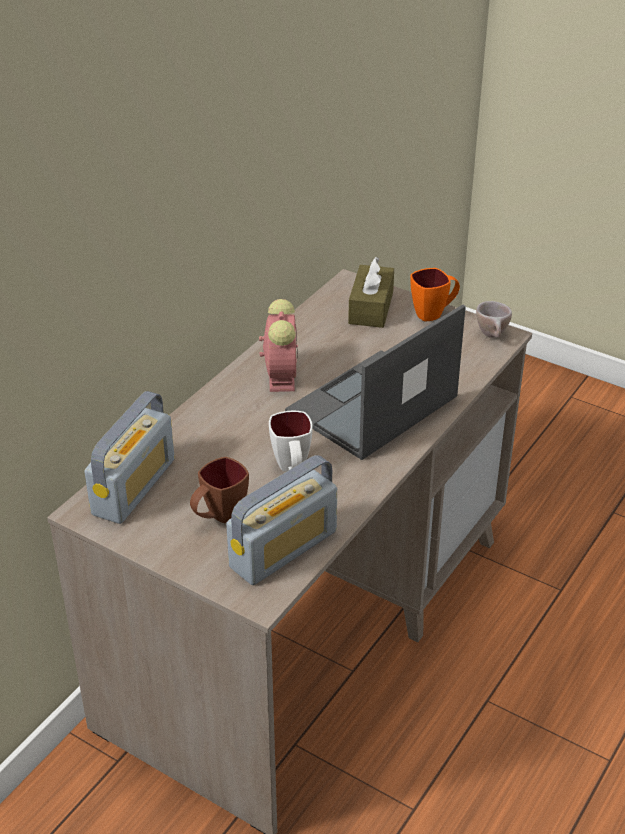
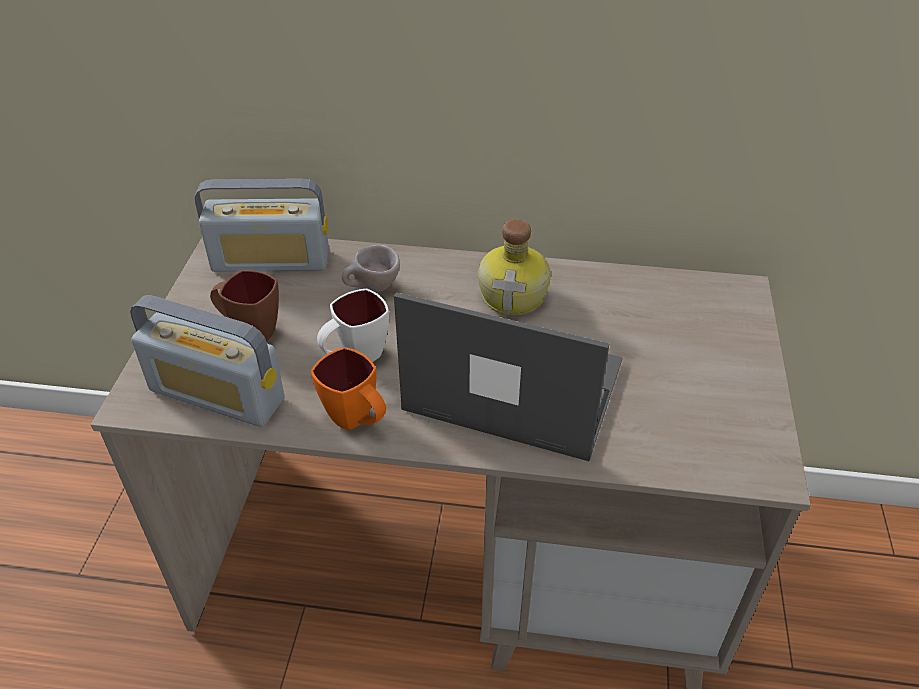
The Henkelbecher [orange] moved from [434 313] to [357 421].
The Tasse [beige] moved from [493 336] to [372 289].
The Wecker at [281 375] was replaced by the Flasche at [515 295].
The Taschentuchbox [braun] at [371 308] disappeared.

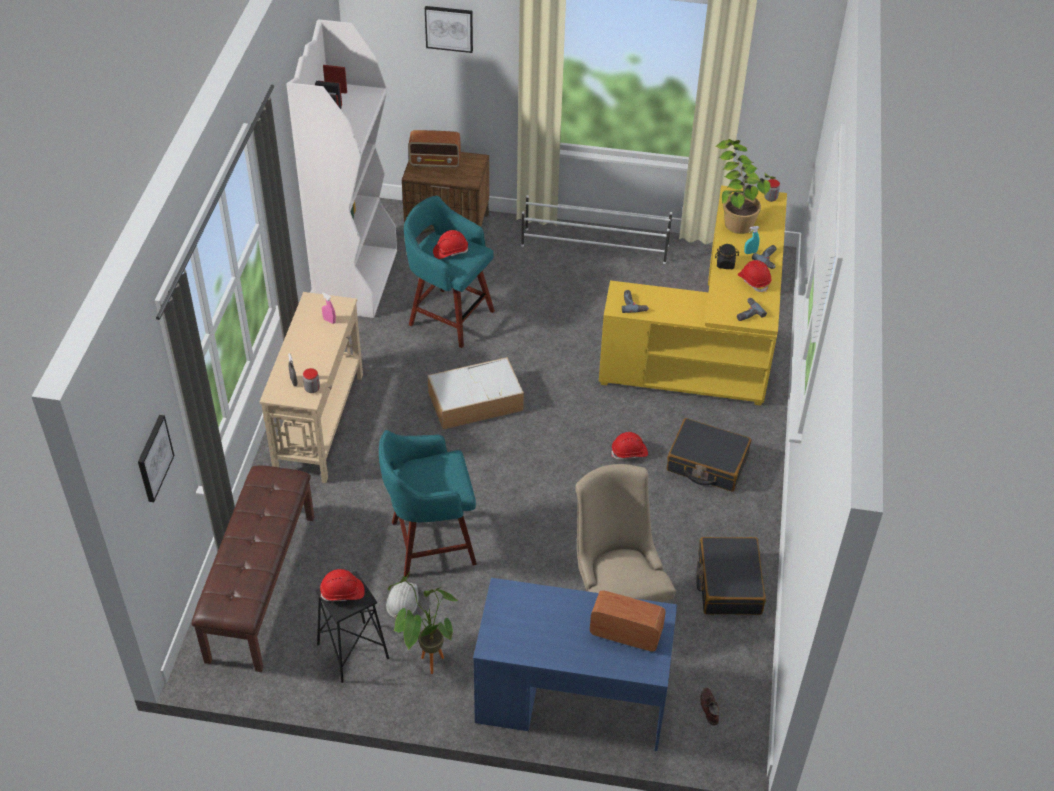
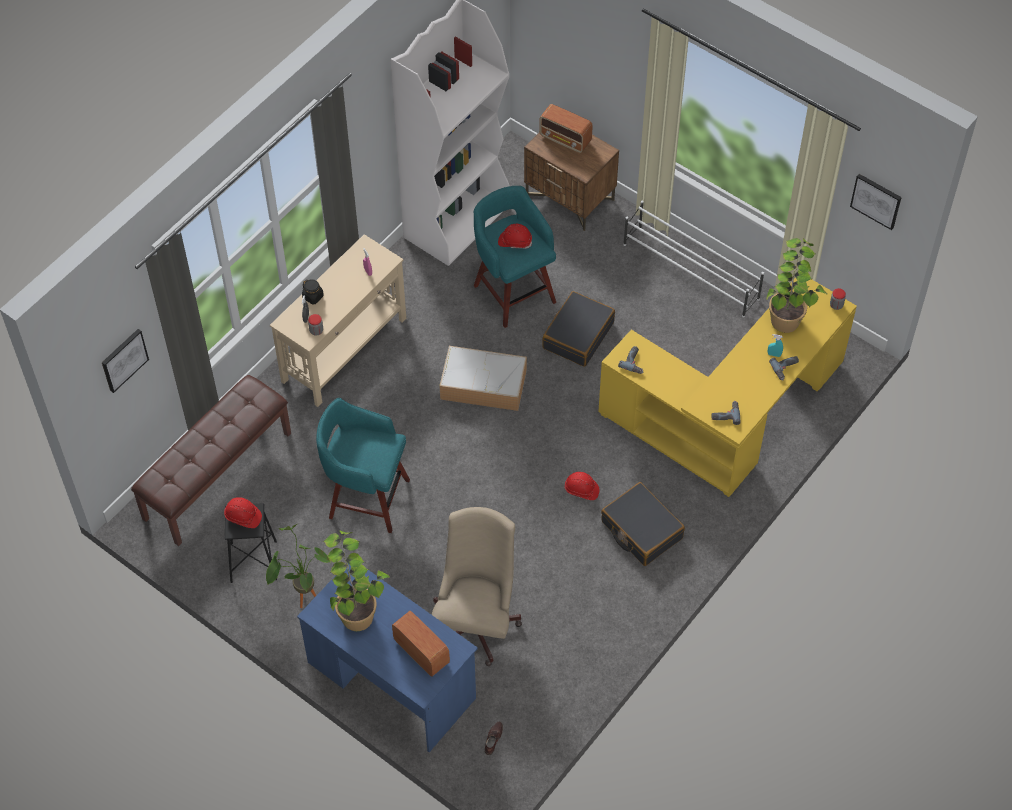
The Vorratsglas [schwarz] moved from [725 264] to [313 297].
The Topfpflanze at [355 602] appeared.
The Koffer [schwarz] moved from [728 583] to [578 335].
The Bild moved from [449 28] to [876 200].
The Schutzhelm [weiß] at [402 601] disappeared.
The Schutzhelm [rot] at [754 281] disappeared.

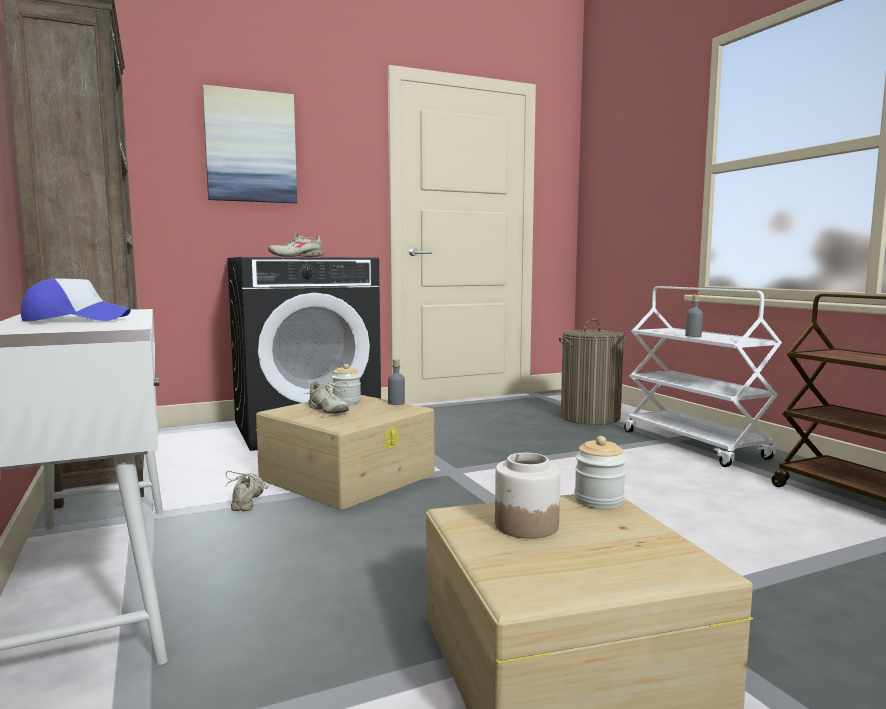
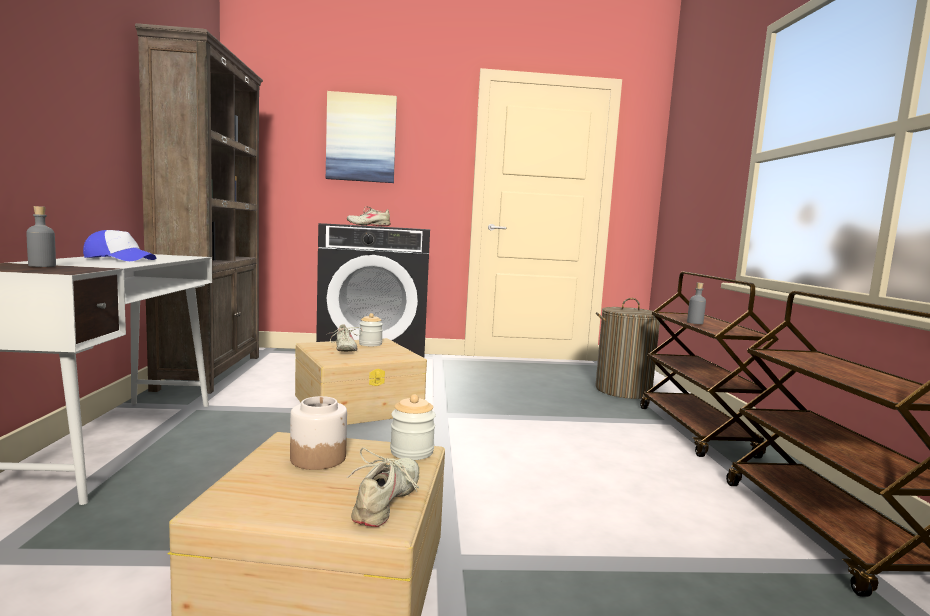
The Flasche [grau] moved from [396 403] to [42 266].
The Schuh [beige] moved from [248 500] to [387 501].
The Rollwagen [weiß] at [695 445] became the Rollwagen [braun] at [695 431].

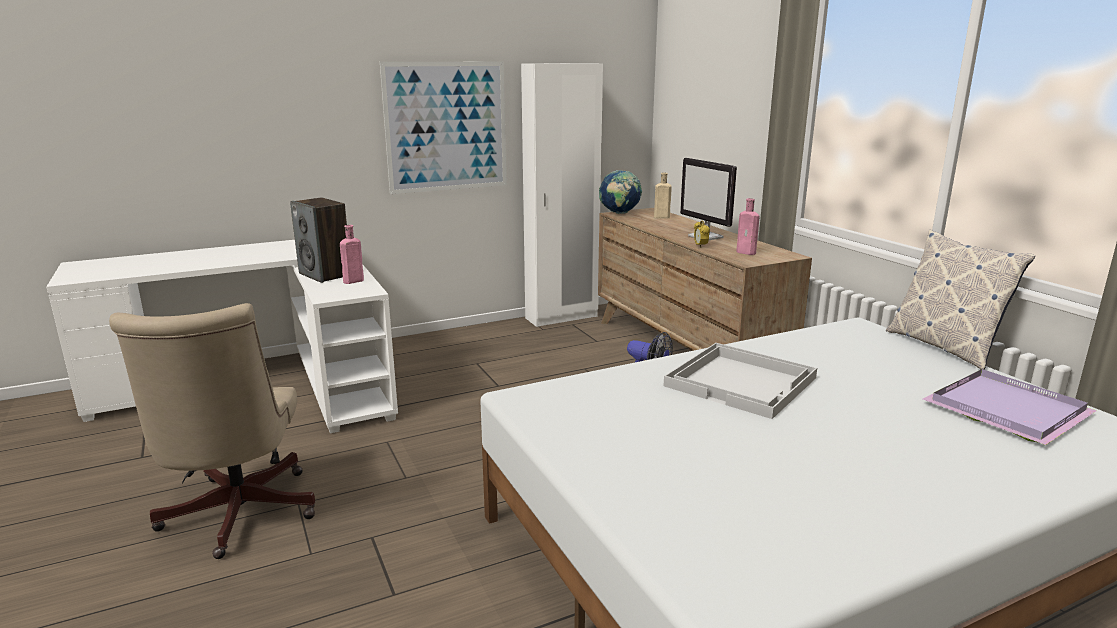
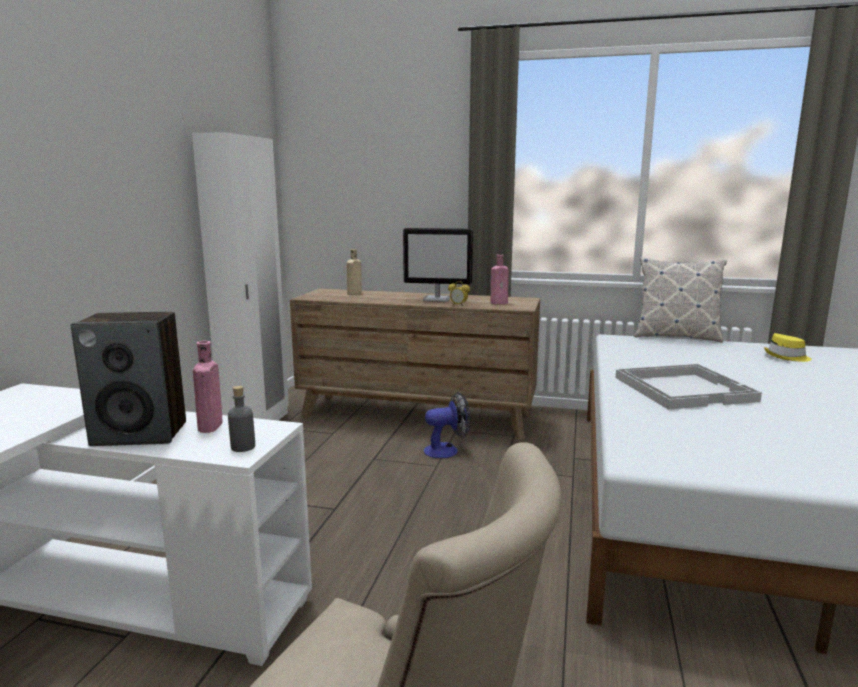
The Flasche [grau] at [243 447] appeared.
The Tablett [lila] at [1008 411] was replaced by the Hut [gelb] at [787 357].
The Bild at [446 127] disappeared.
The Globus at [619 213] disappeared.

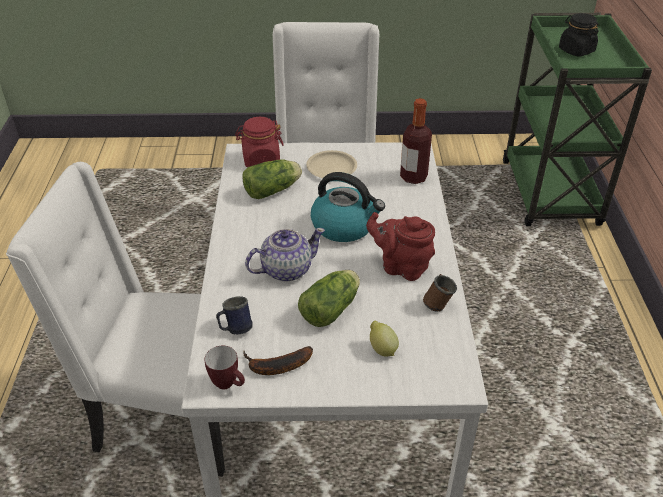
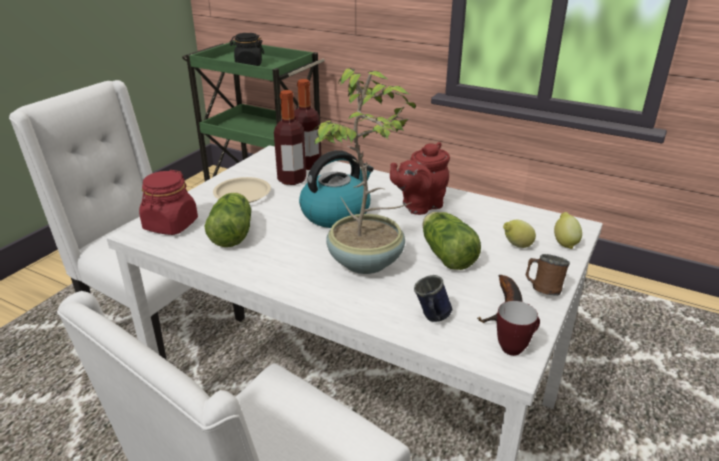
The Flasche at [292 180] appeared.
The Teekanne at [286 270] was replaced by the Topfpflanze at [367 262].
The Henkelbecher [braun] moved from [437 303] to [542 289].
The Zitrone at [564 243] appeared.

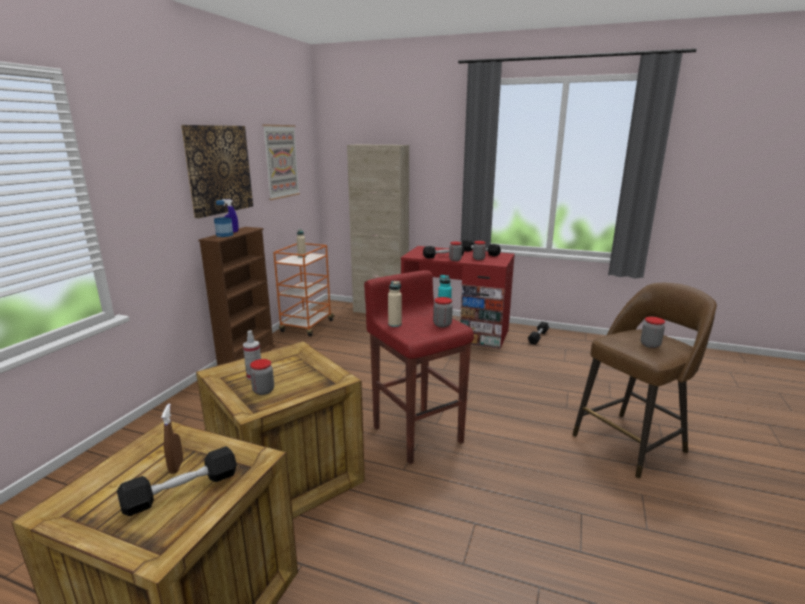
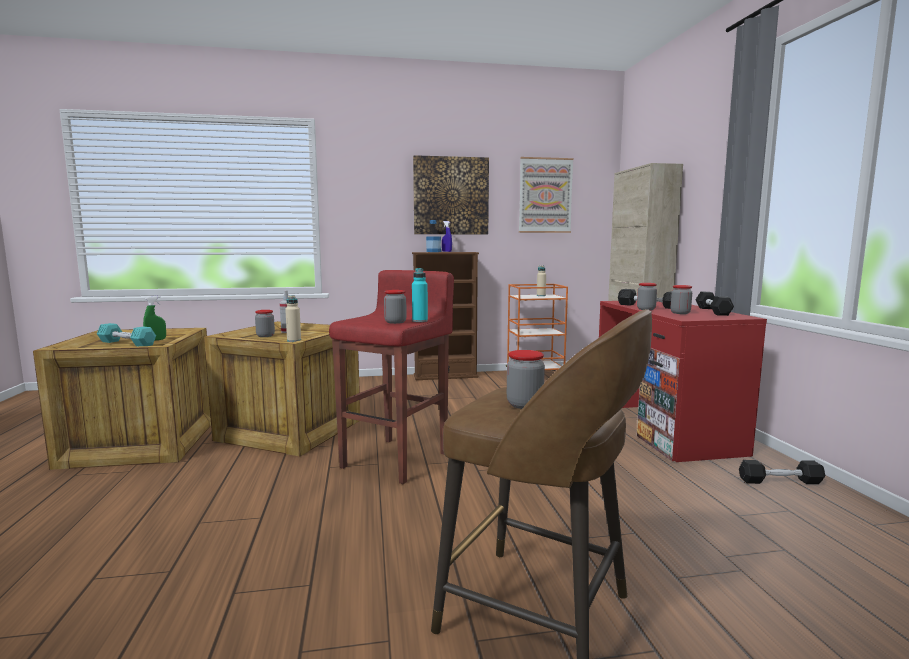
The Hantel [schwarz] at [182 490] became the Hantel [türkis] at [126 343].
The Sprühflasche [braun] at [176 466] became the Sprühflasche [grün] at [156 340].
The Flasche [beige] moved from [394 324] to [294 341].

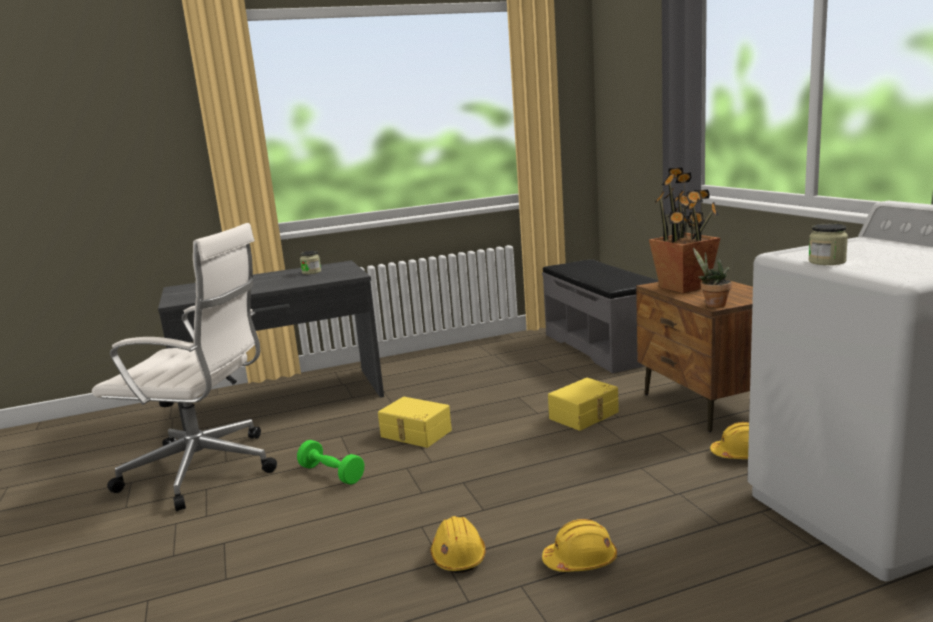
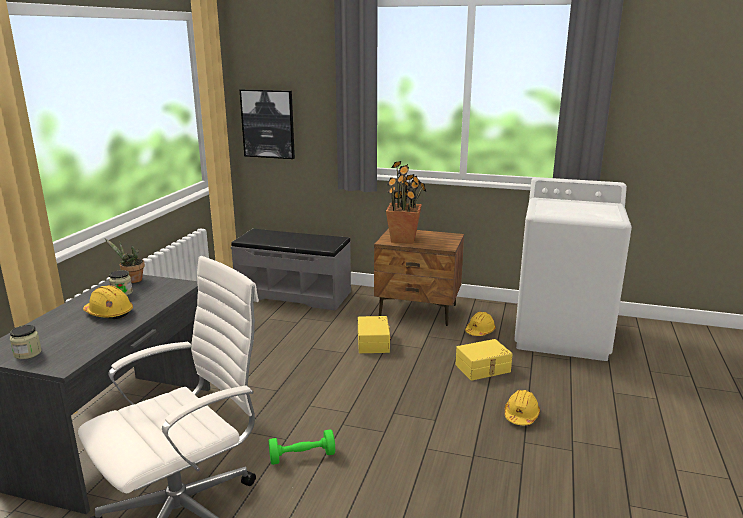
The Vorratsglas moved from [827 262] to [27 353].
The Schutzhelm [gelb] moved from [458 556] to [109 313].
The Topfpflanze moved from [712 305] to [132 280].
The Bild at [268 124] appeared.
The Aufbewahrungsbox [gelb] moved from [415 434] to [483 369].

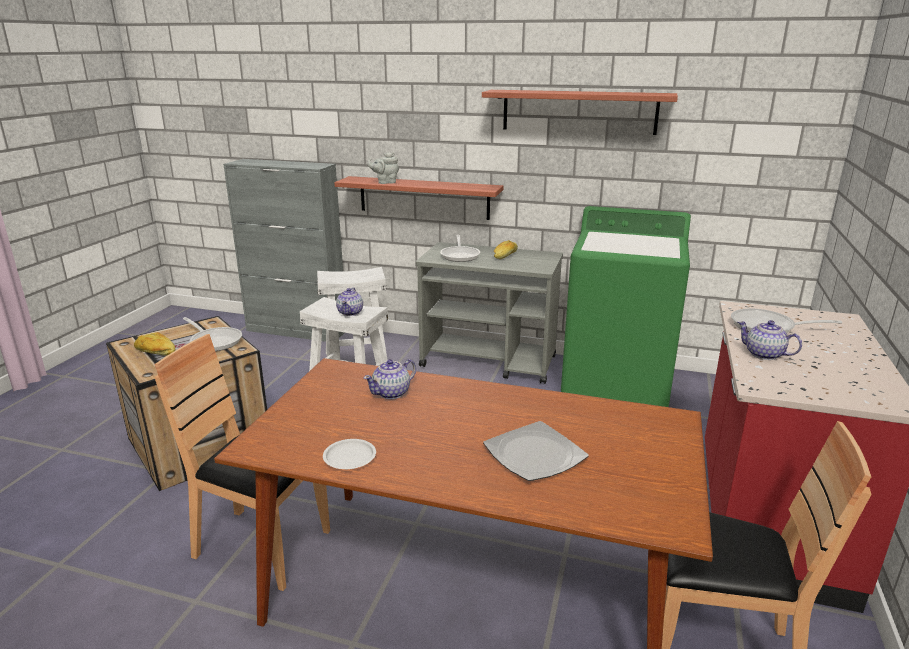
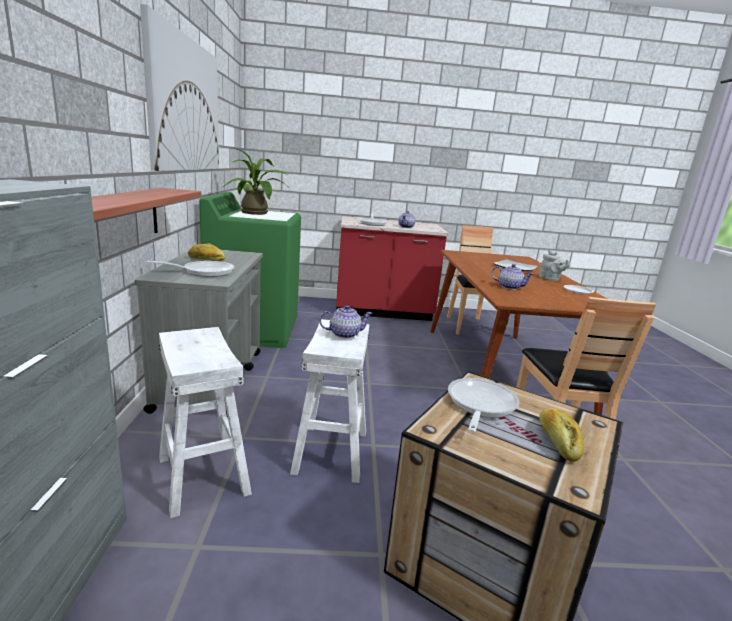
The Wandregal at [579 111] was replaced by the Bild at [185 105].
The Topfpflanze at [257 213] appeared.
The Teekanne [grau] moved from [385 182] to [550 279].

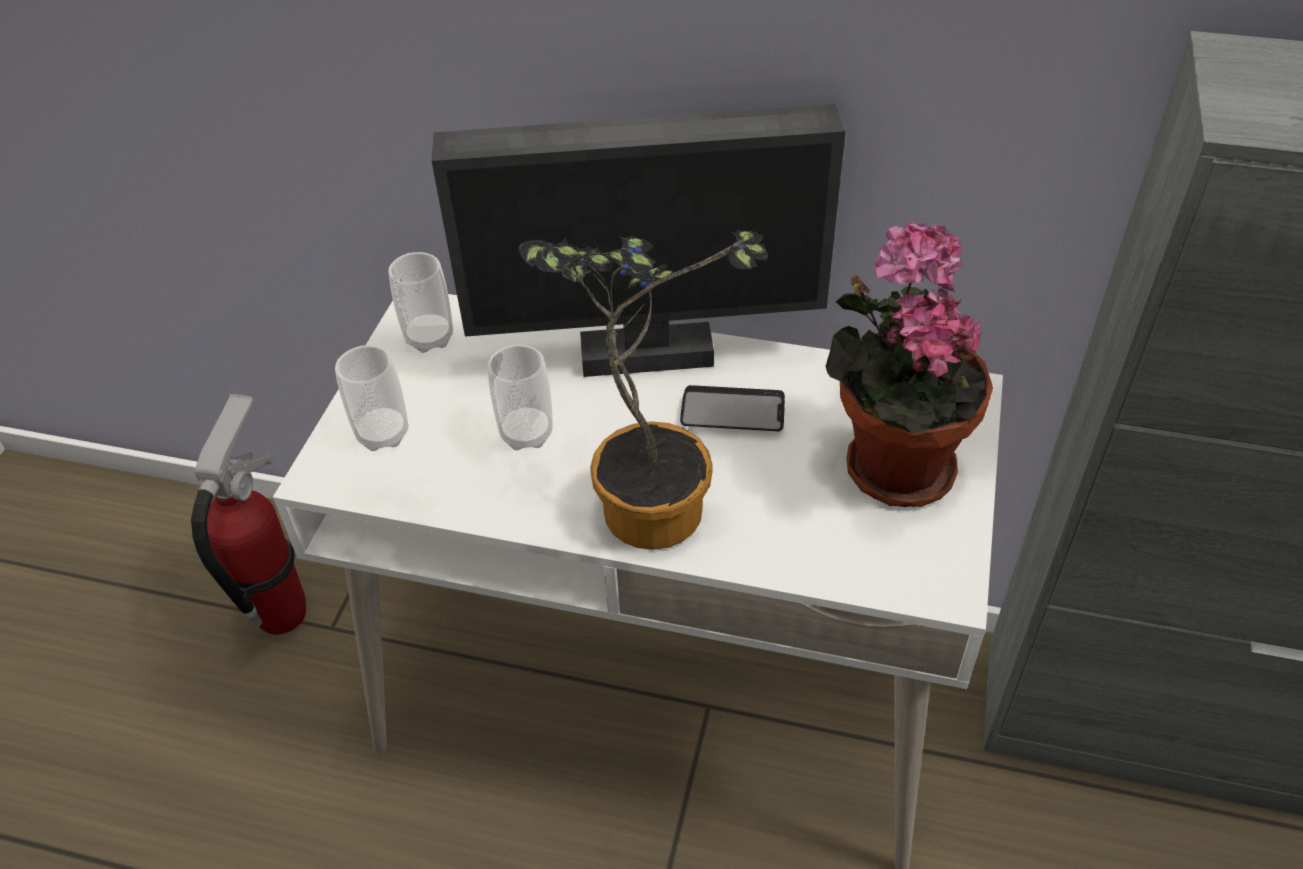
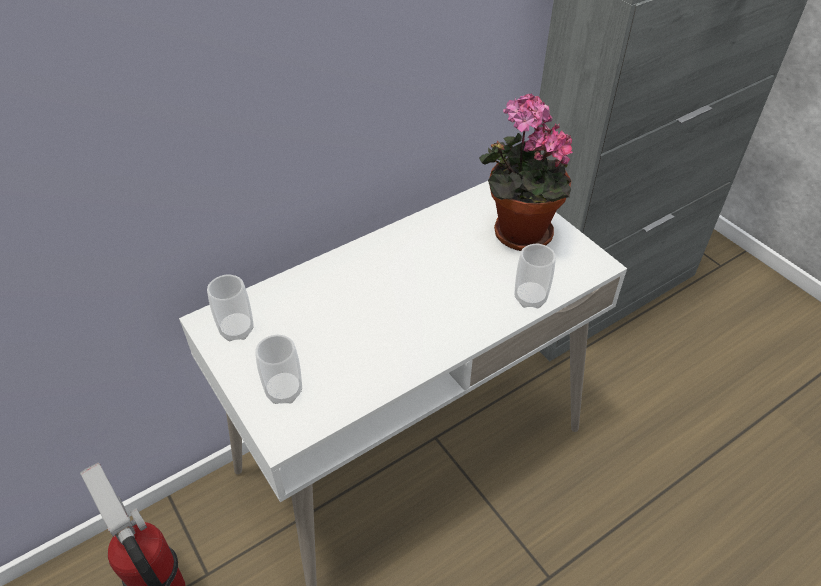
The Tasse moved from [526 433] to [530 298].
The Monitor at [646 353] disappeared.
The Topfpflanze at [647 500] disappeared.
The Handy at [732 411] disappeared.

